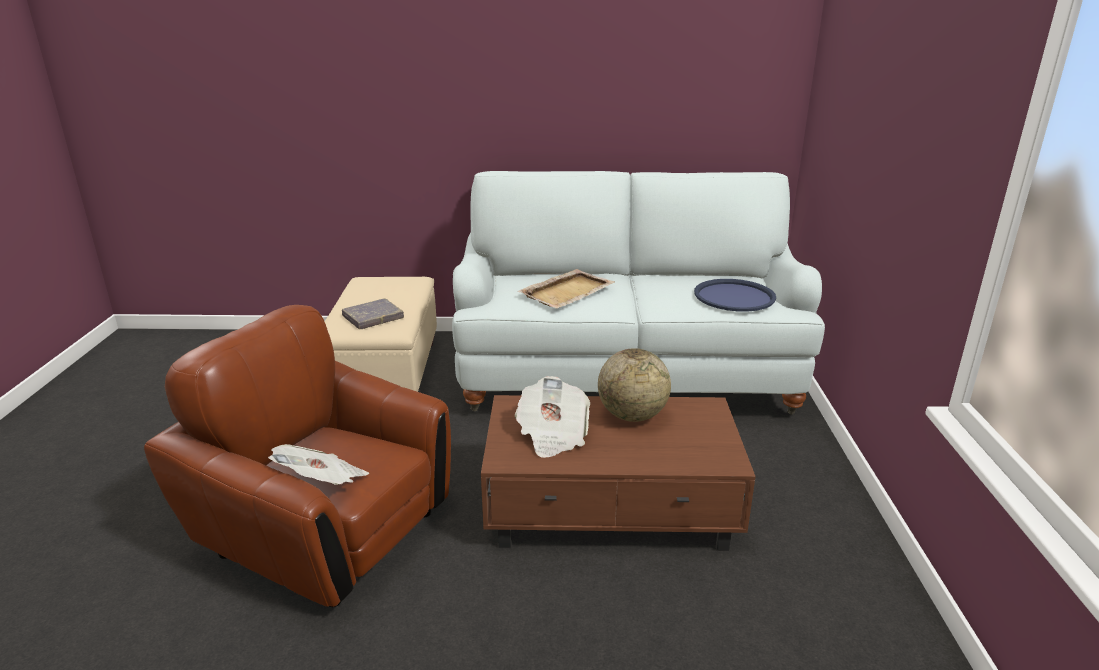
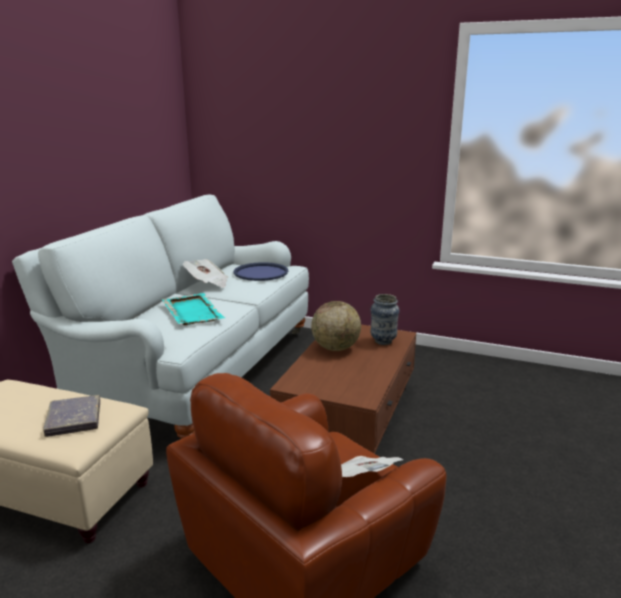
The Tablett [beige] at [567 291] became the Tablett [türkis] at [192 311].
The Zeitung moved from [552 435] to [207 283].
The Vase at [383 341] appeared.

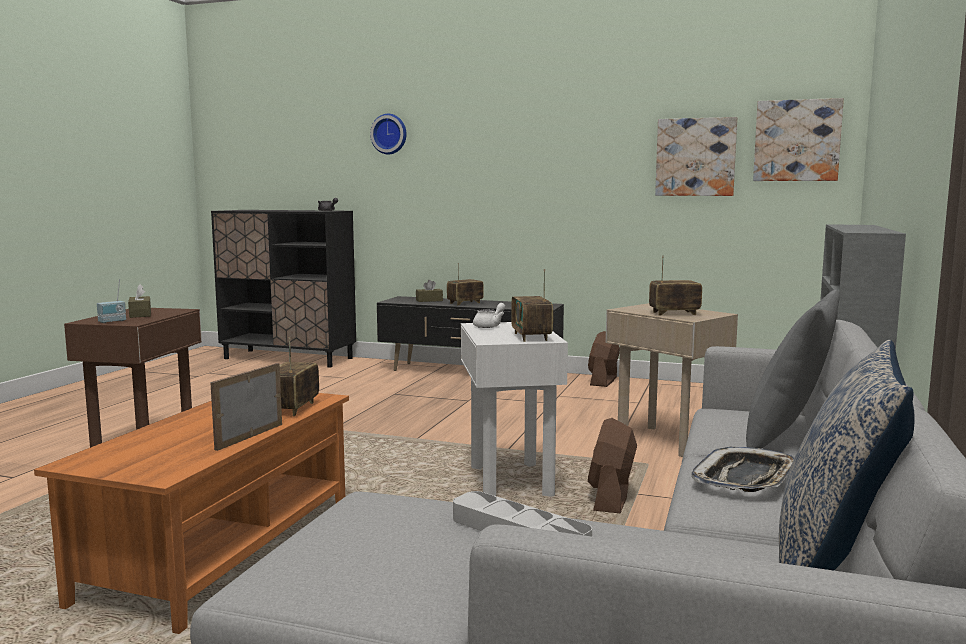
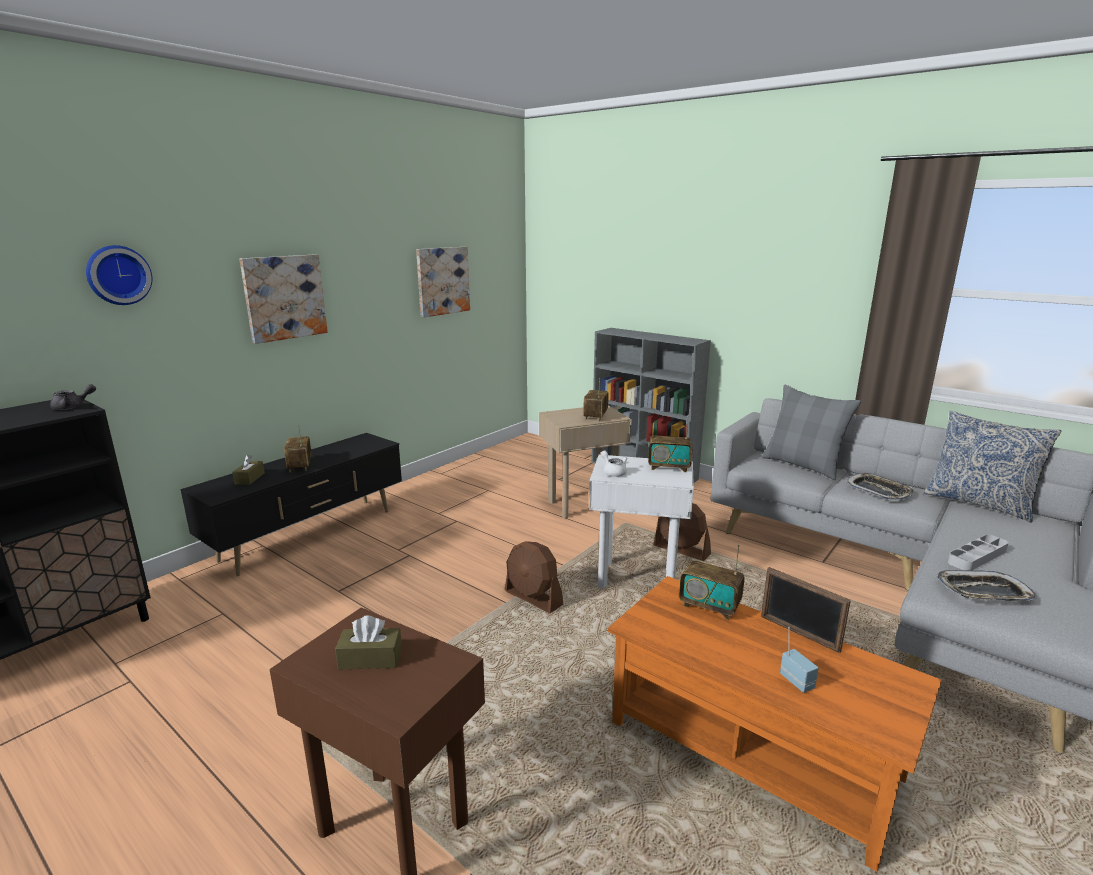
The Bild moved from [797 140] to [284 297].
The Ventilator [braun] moved from [603 381] to [533 598].
The Radio moved from [112 321] to [797 681].
The Tablett at [983 592] appeared.

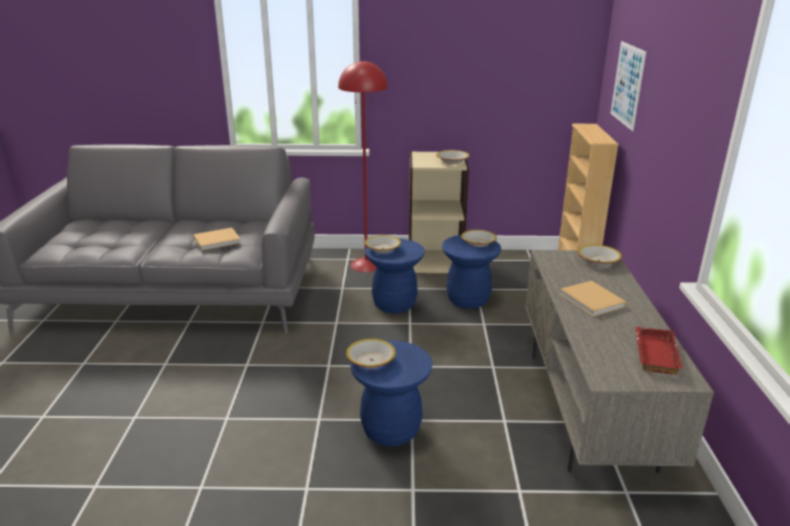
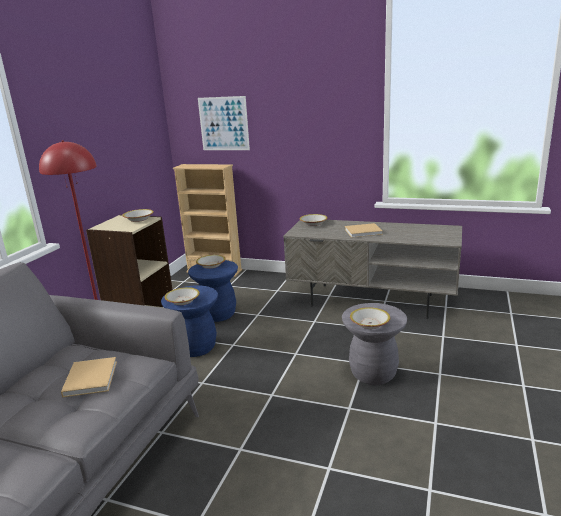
The Hocker [blau] at [391 429] became the Hocker [grau] at [373 373].
The Tablett [rot] at [653 354] disappeared.

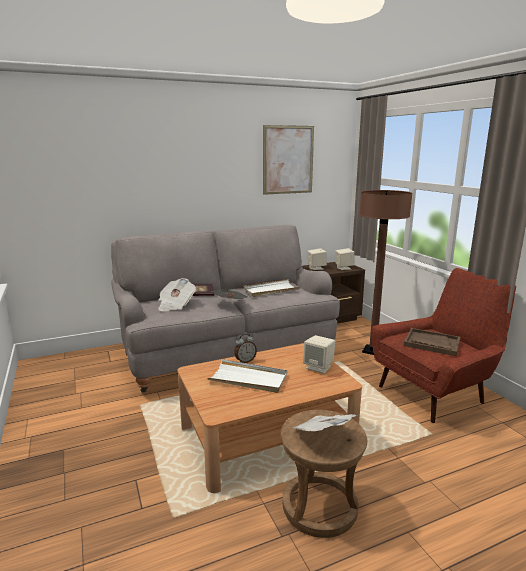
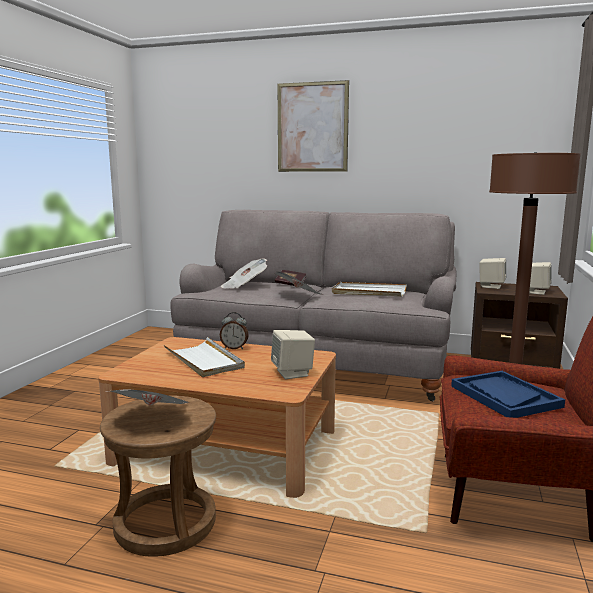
The Bild moved from [288 160] to [312 127].
The Tablett [braun] at [431 343] became the Tablett [blau] at [504 396].

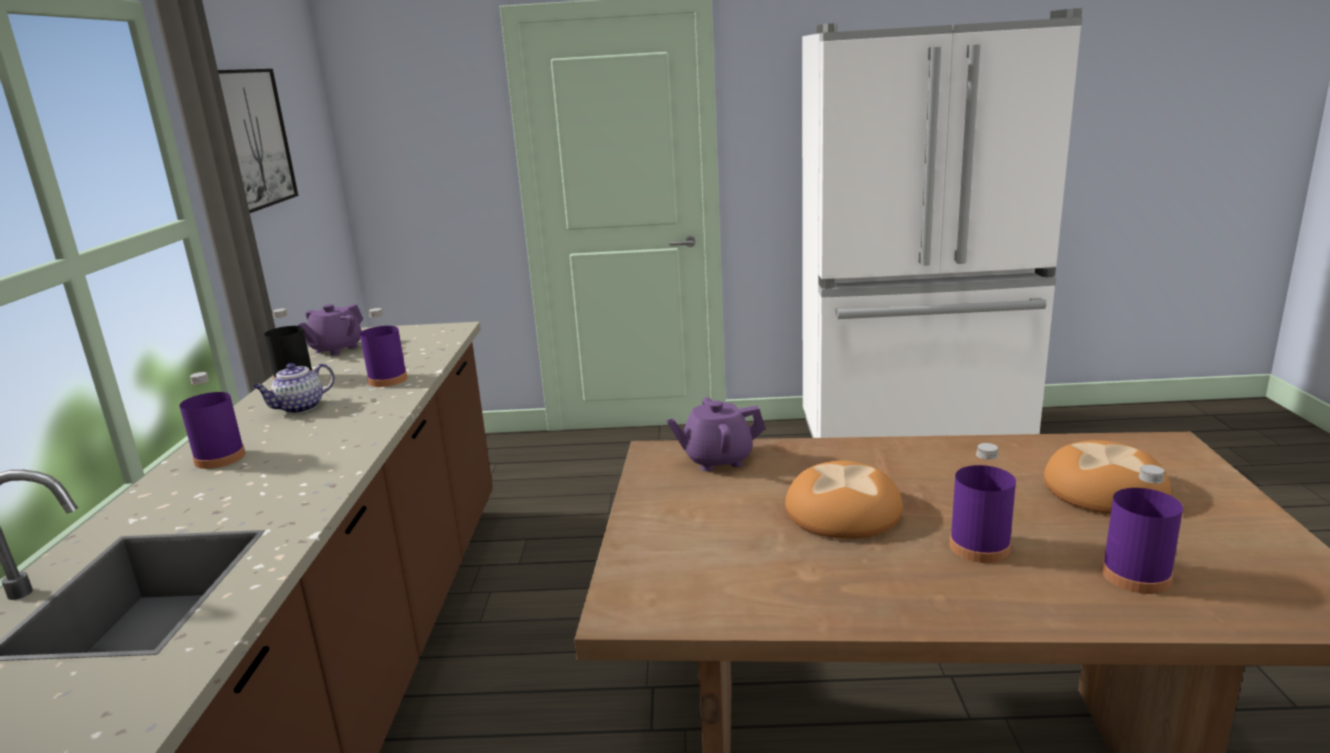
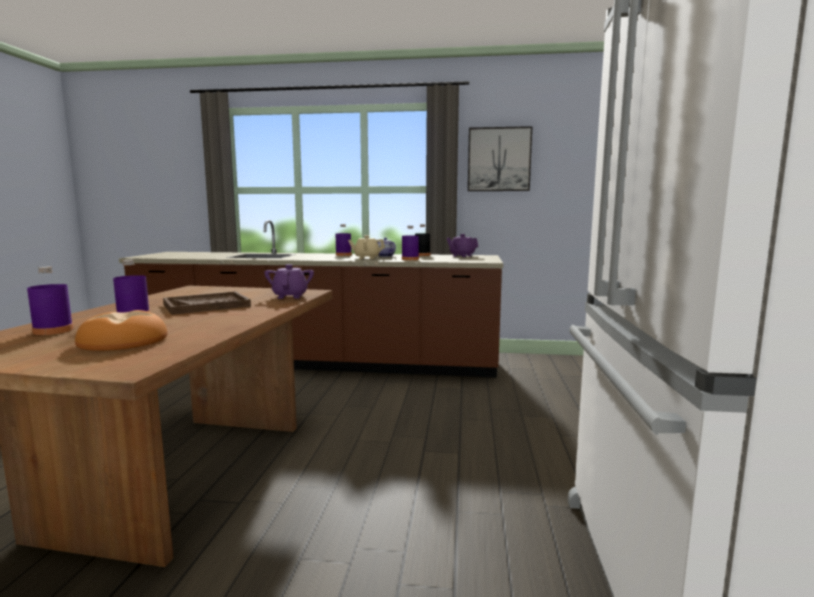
The Brot at [842 510] was replaced by the Tablett [braun] at [207 305].
The Teekanne [beige] at [366 258] appeared.

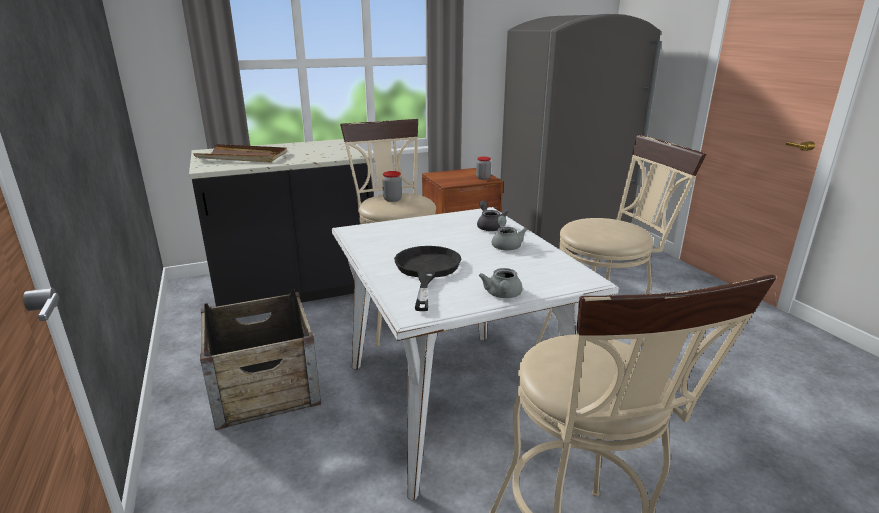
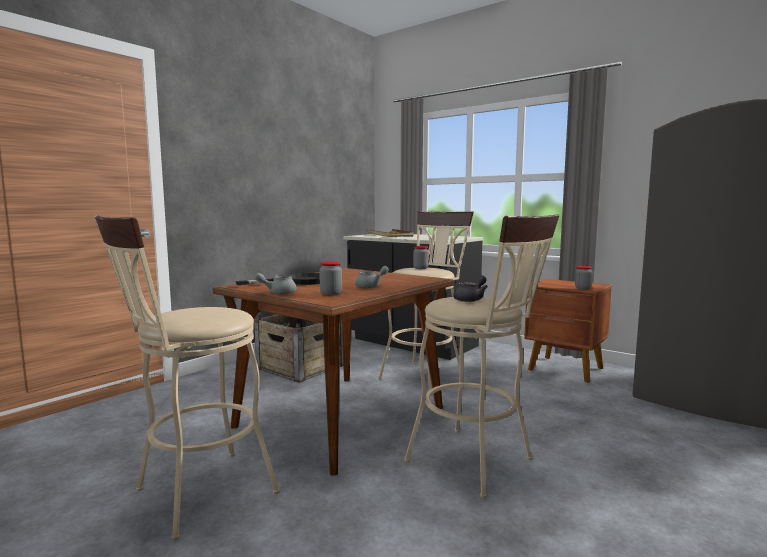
The Esstisch [weiß] at [454 401] became the Esstisch [braun] at [342 416].
The Vorratsglas at [331 294] appeared.
The Teekanne [grau] moved from [489 226] to [471 299].

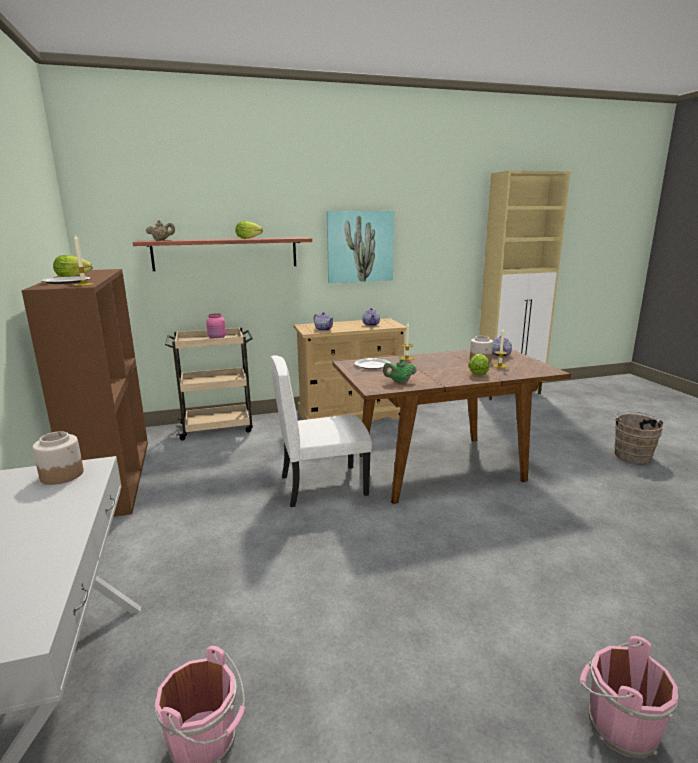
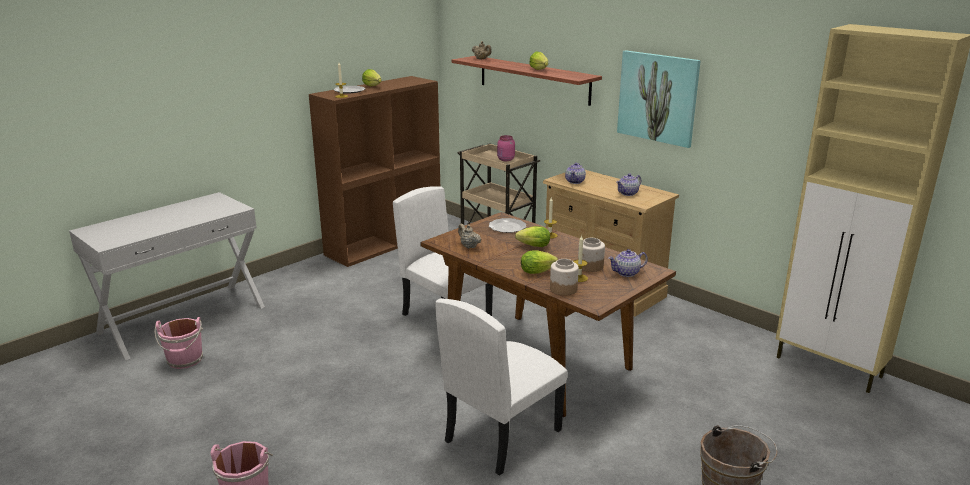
The Stuhl [weiß] at [502 435] appeared.
The Teekanne [grün] at [399 382] became the Teekanne [beige] at [469 246].
The Salatkopf at [532 246] appeared.
The Vorratsglas moved from [62 475] to [563 289].

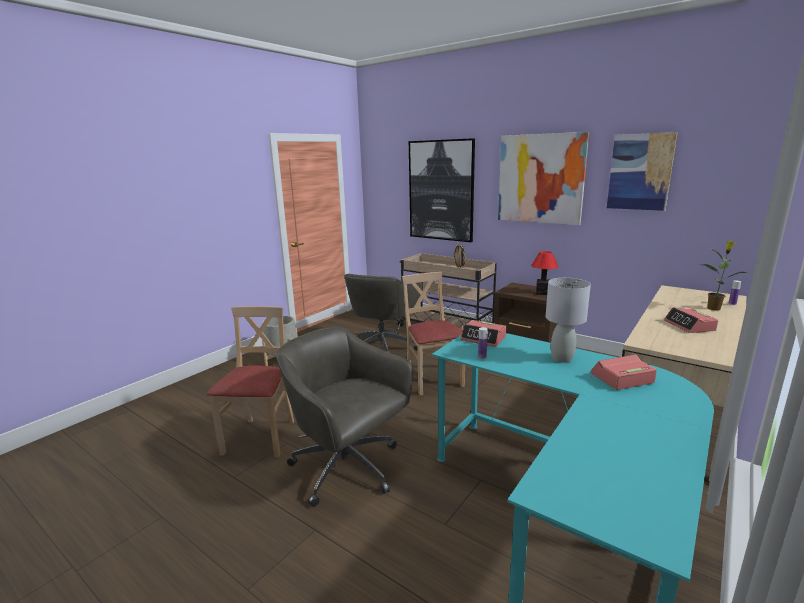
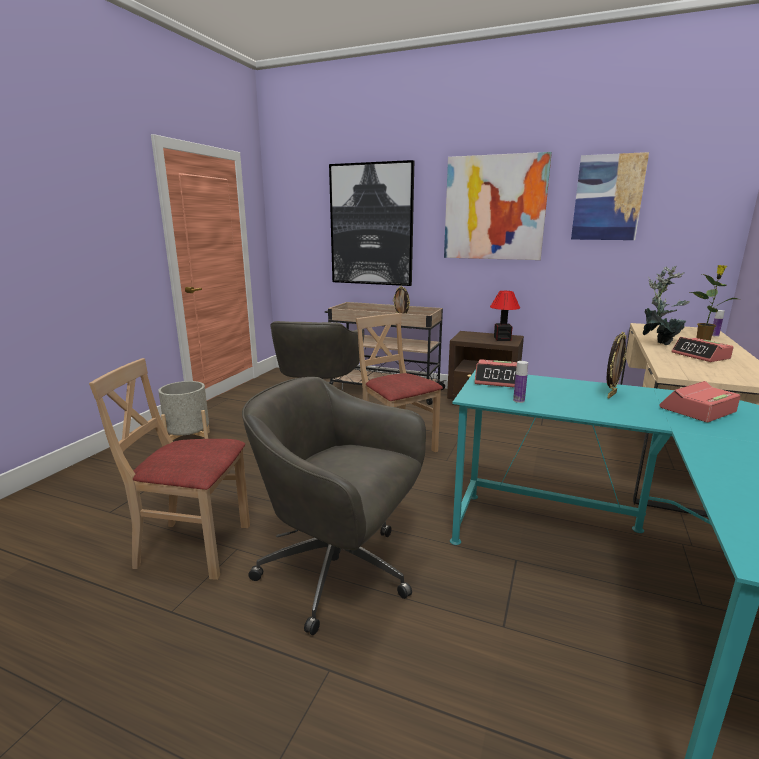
The Stuhl [beige] at [261 437] turned 75 degrees counterclockwise.
The Tischlampe [grau] at [562 358] was replaced by the Bilderrahmen at [610 395].
The Topfpflanze at [658 343] appeared.

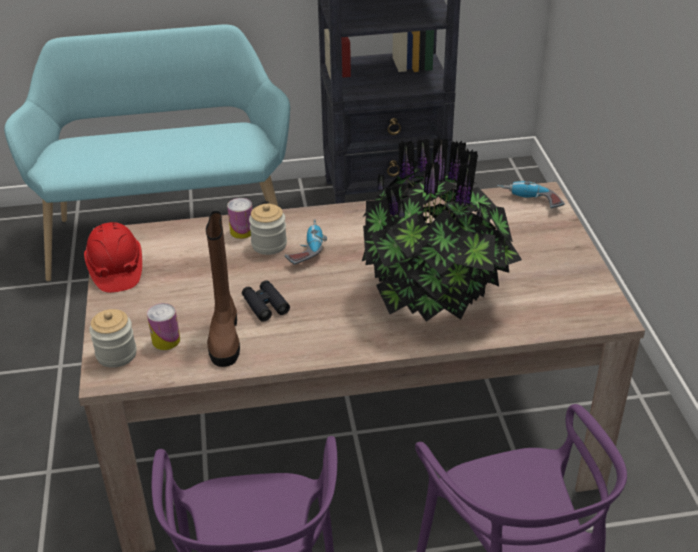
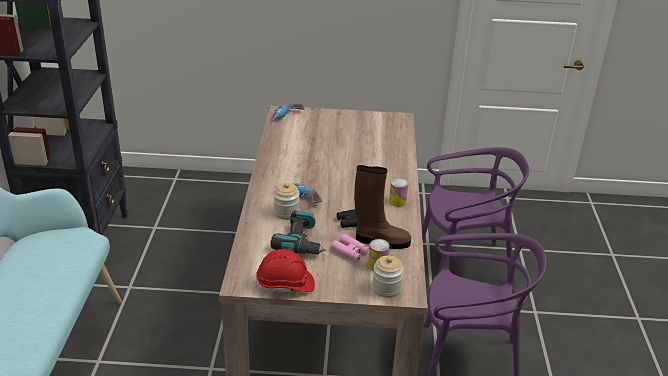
The Bohrmaschine at [302 242] appeared.
The Fernglas [rosa] at [350 251] appeared.
The Dose moved from [242 231] to [397 201].
The Topfpflanze at [435 293] disappeared.

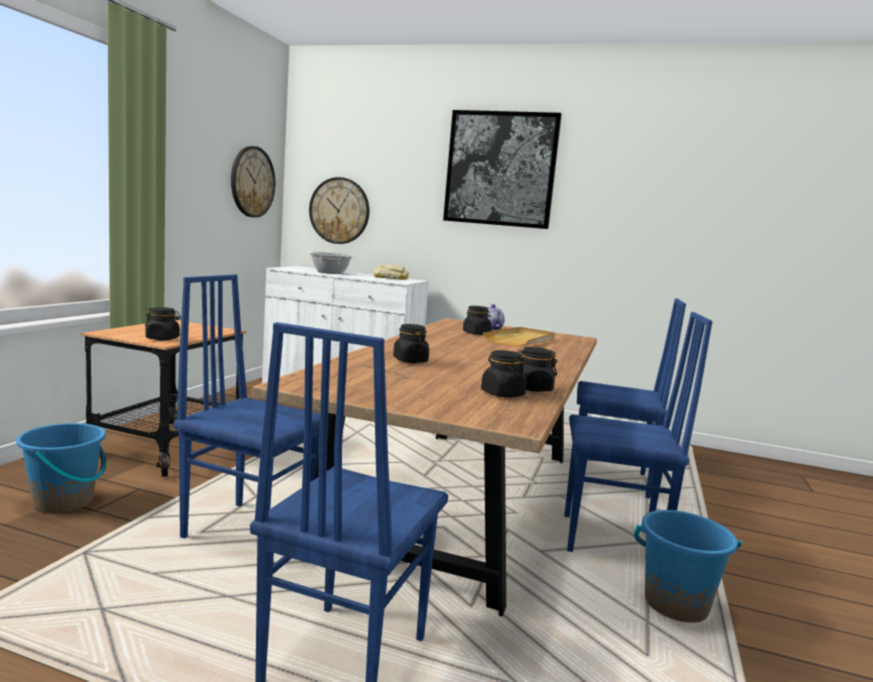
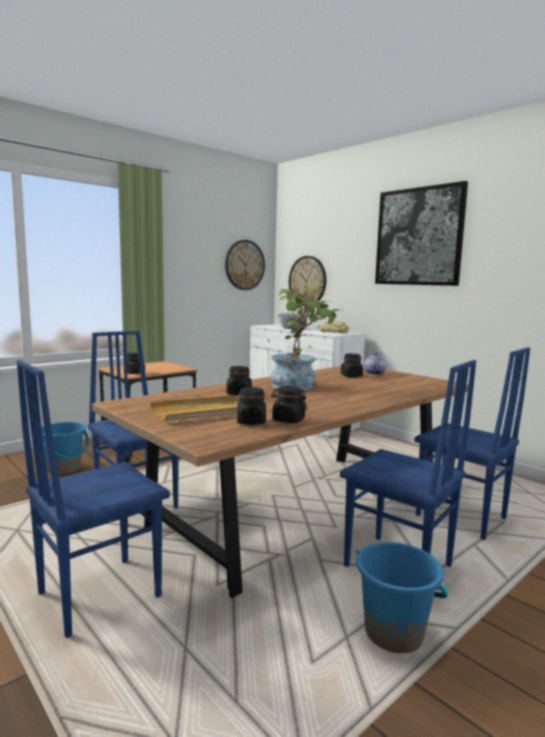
The Tablett [beige] moved from [521 340] to [204 412].
The Topfpflanze at [300 386] appeared.

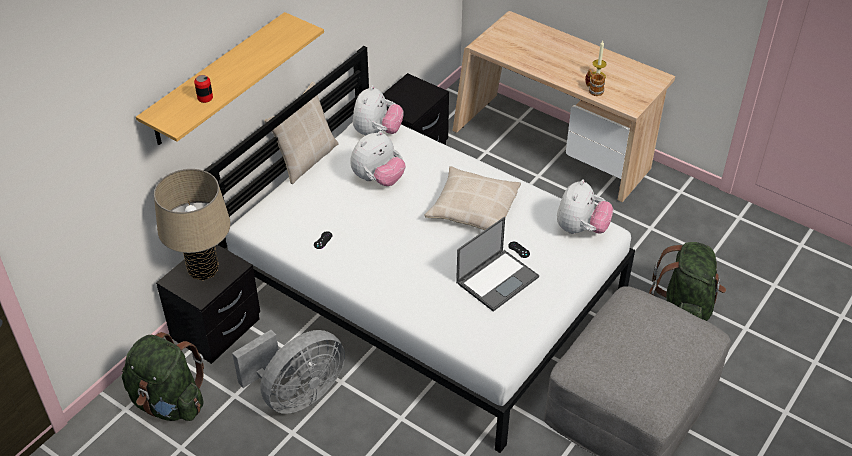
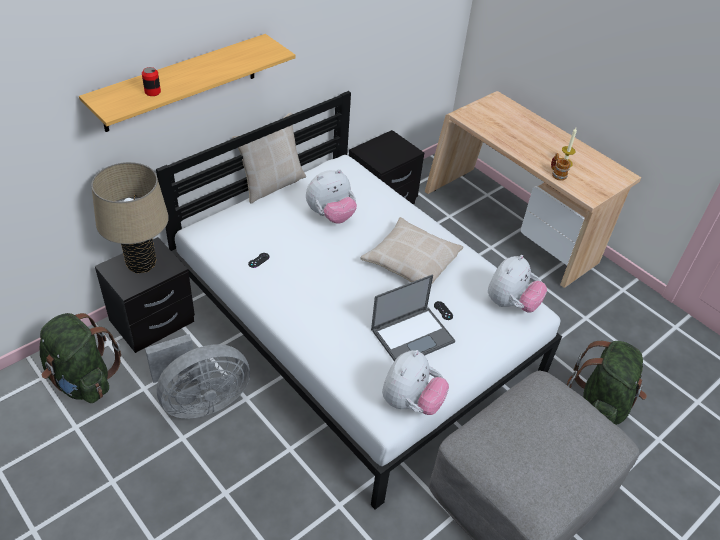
The Plüschtier moved from [377 132] to [411 402].

